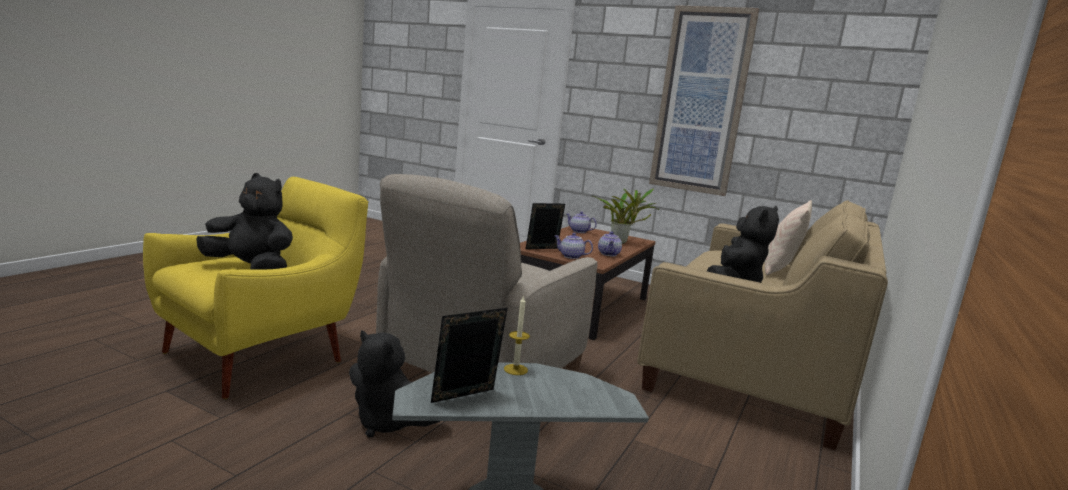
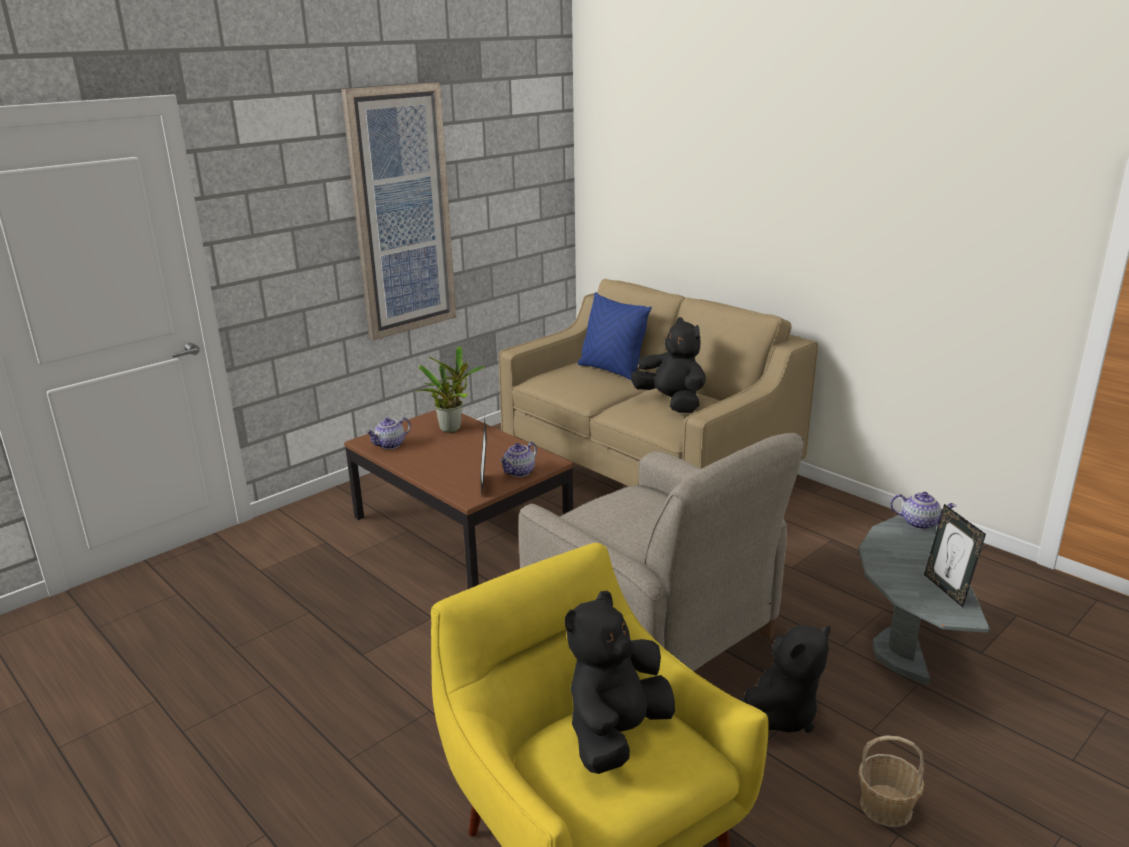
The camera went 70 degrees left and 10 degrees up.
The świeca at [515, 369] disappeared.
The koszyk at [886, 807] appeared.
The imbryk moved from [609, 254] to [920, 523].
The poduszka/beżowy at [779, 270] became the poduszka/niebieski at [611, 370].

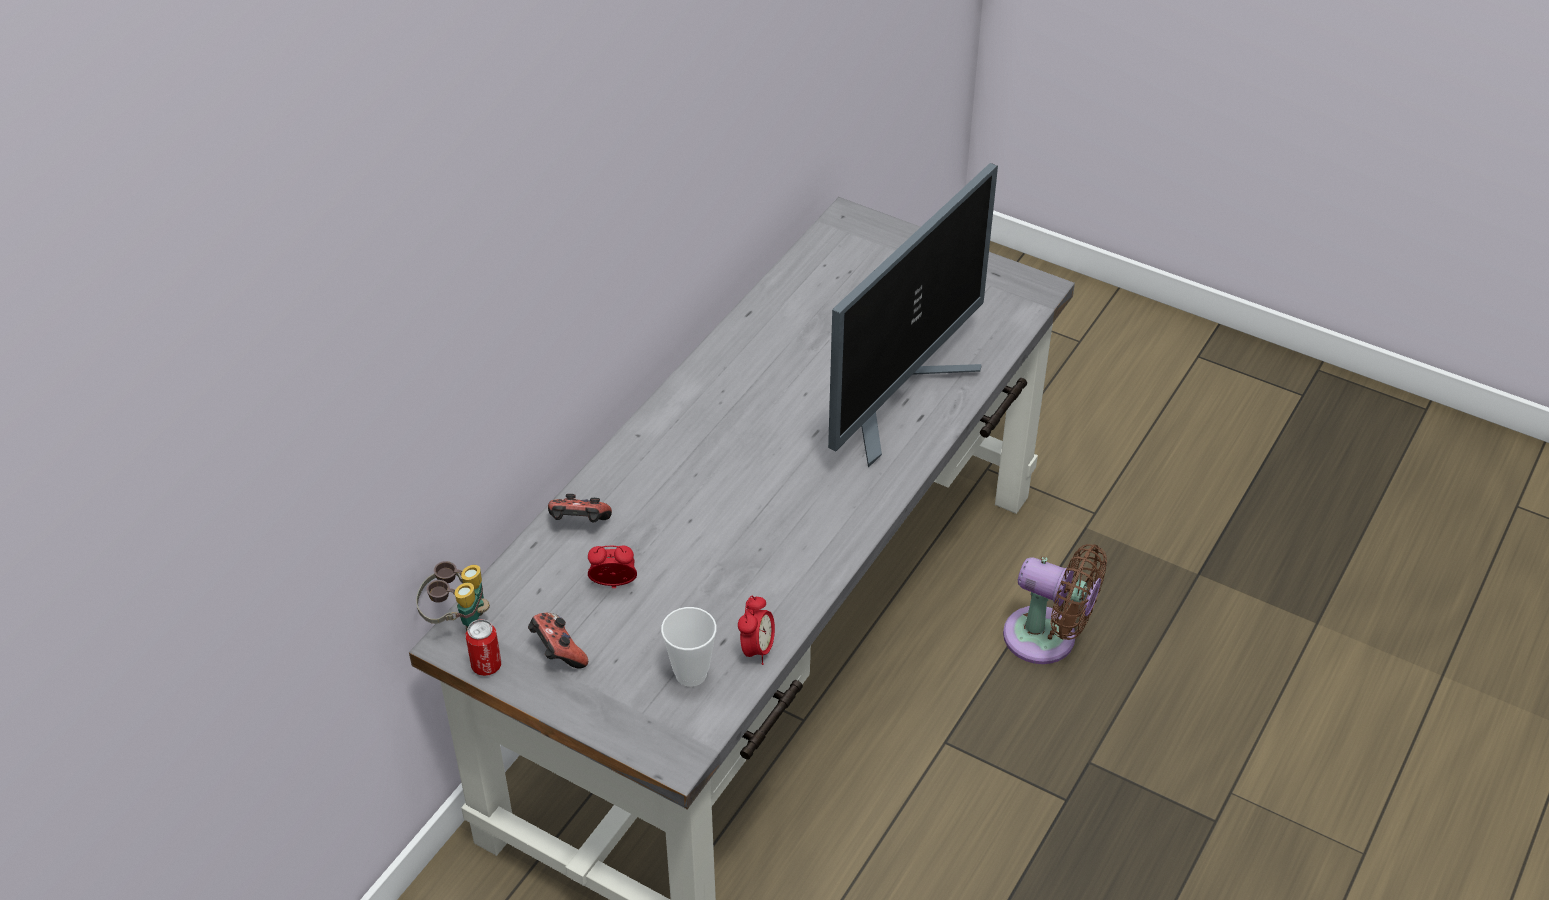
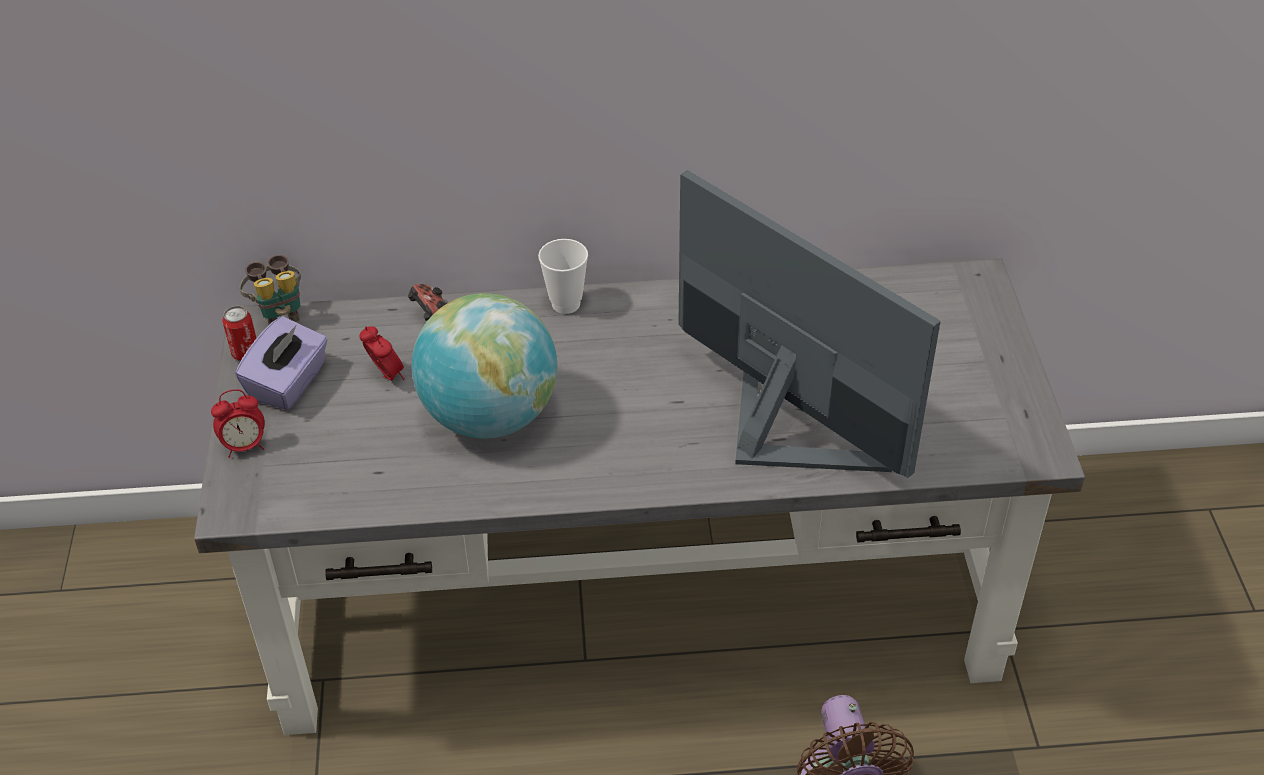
The camera went 55 degrees right and 0 degrees up.
The globus at [490, 416] appeared.
The filiżanka moved from [691, 674] to [566, 304].
The budzik moved from [757, 649] to [245, 446].
The pad do gier at [558, 652] was replaced by the pudełko chusteczek/fioletowy at [289, 383].
The monitor at [898, 396] turned 135 degrees counterclockwise.

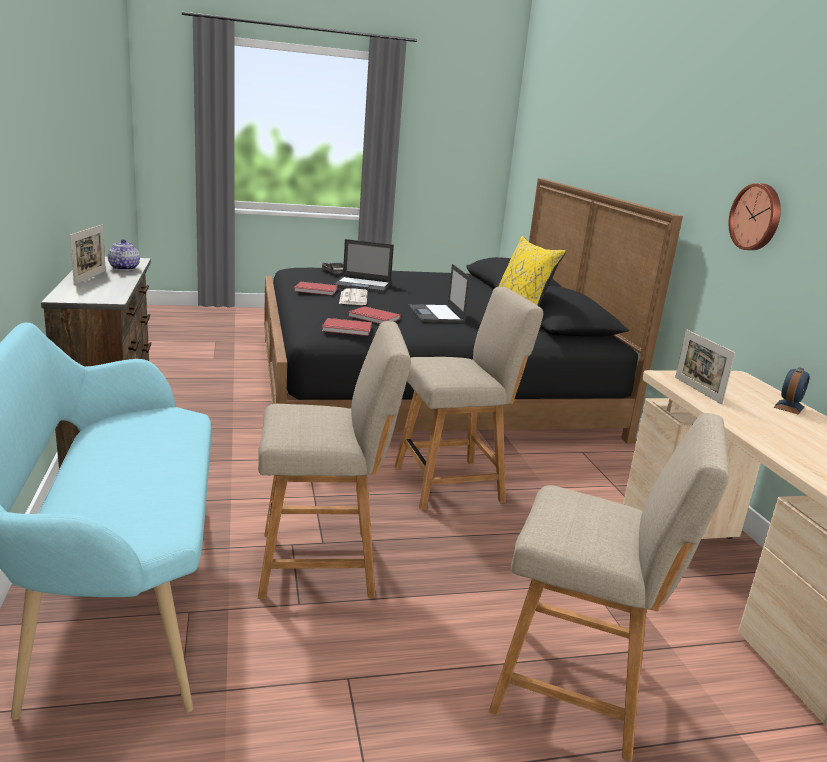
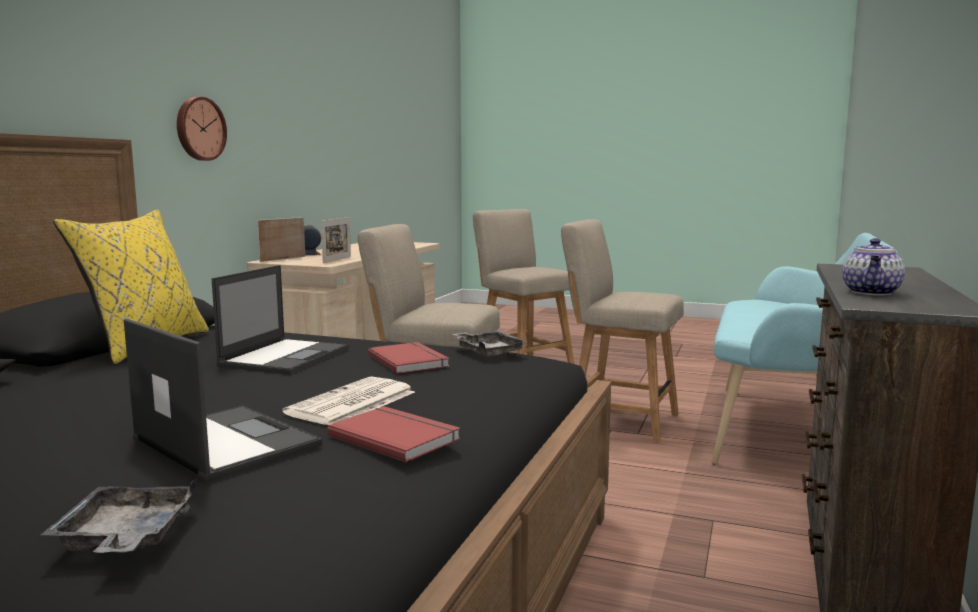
The camera went 145 degrees left and 10 degrees down.
The ramka na zdjęcie moved from [90, 277] to [283, 259].
The książka/czerwony at [347, 329] was replaced by the taca/szary at [488, 352].

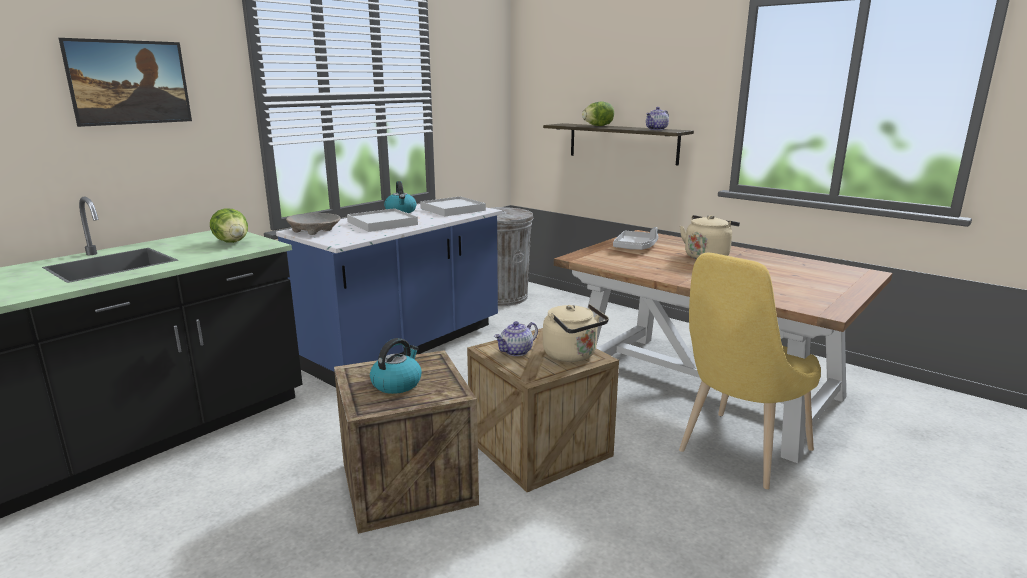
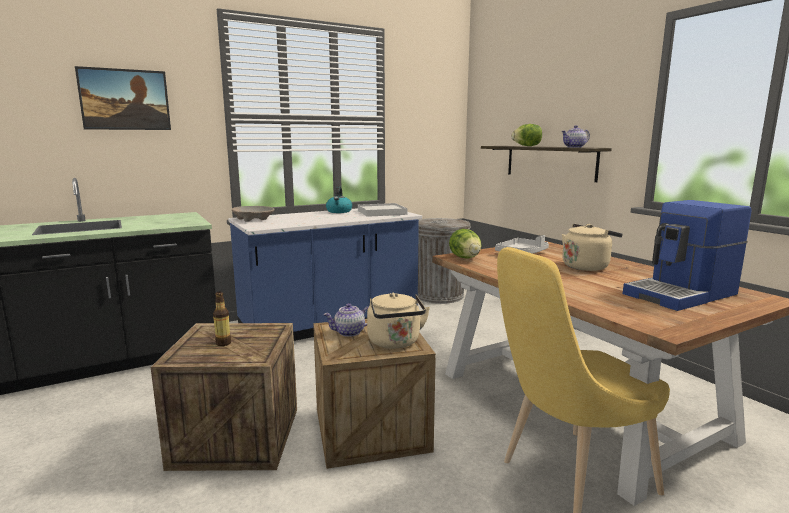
The camera went 20 degrees right and 5 degrees down.
The taca/biały at [382, 223] disappeared.
The ekspres do kawy at [682, 294] appeared.
The sałata moved from [232, 242] to [465, 258].
The czajnik at [397, 383] was replaced by the butelka at [223, 343].

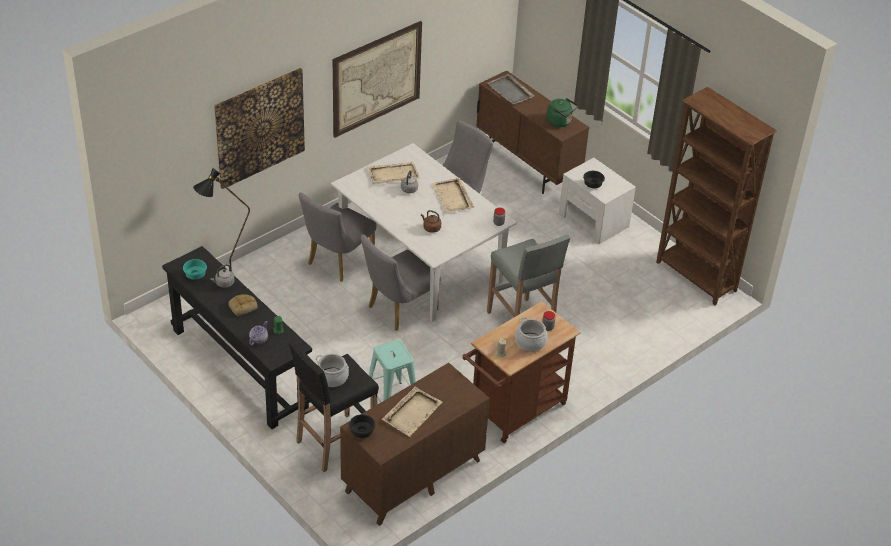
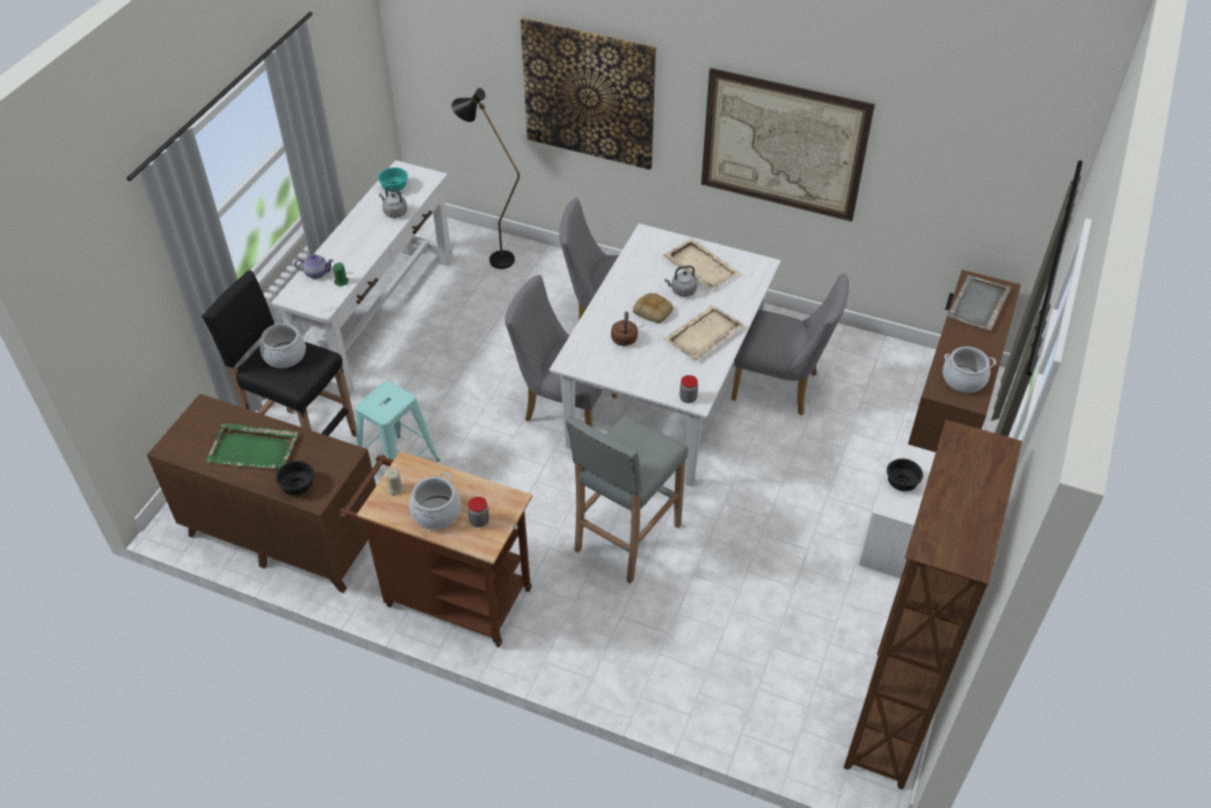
The camera went 65 degrees right and 5 degrees up.
The chleb moved from [243, 306] to [654, 311].
The miska/czarny moved from [362, 432] to [297, 487].
The czajnik/zielony at [560, 122] was replaced by the garnek at [963, 379].
The stolik konsolowy/czarny at [239, 368] became the stolik konsolowy/biały at [379, 318].
The taca/beżowy at [412, 412] became the taca/zielony at [254, 449].

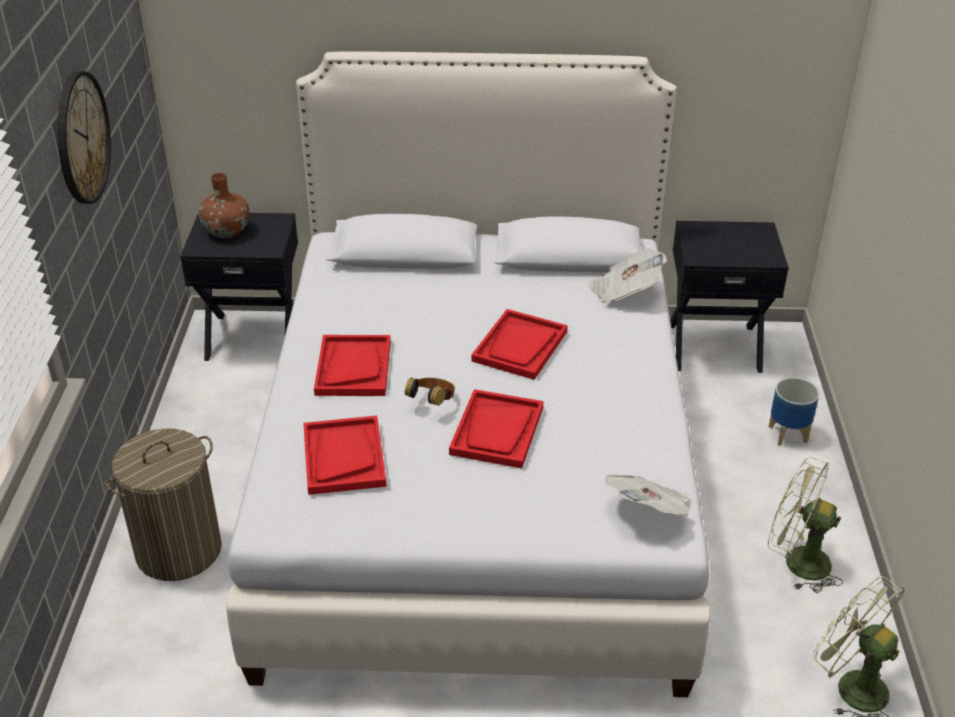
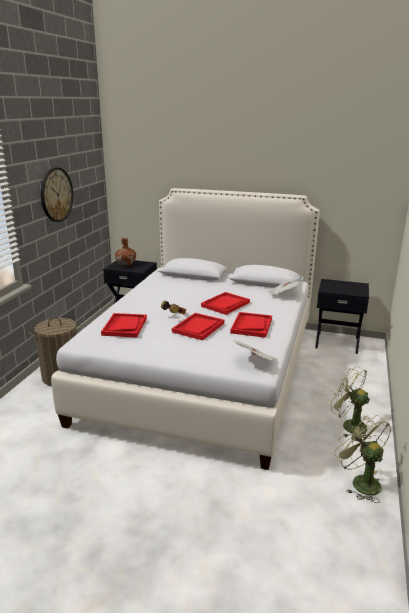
The camera went 15 degrees right and 15 degrees down.
The donica at [788, 434] disappeared.
The taca/czerwony moved from [353, 367] to [251, 326].

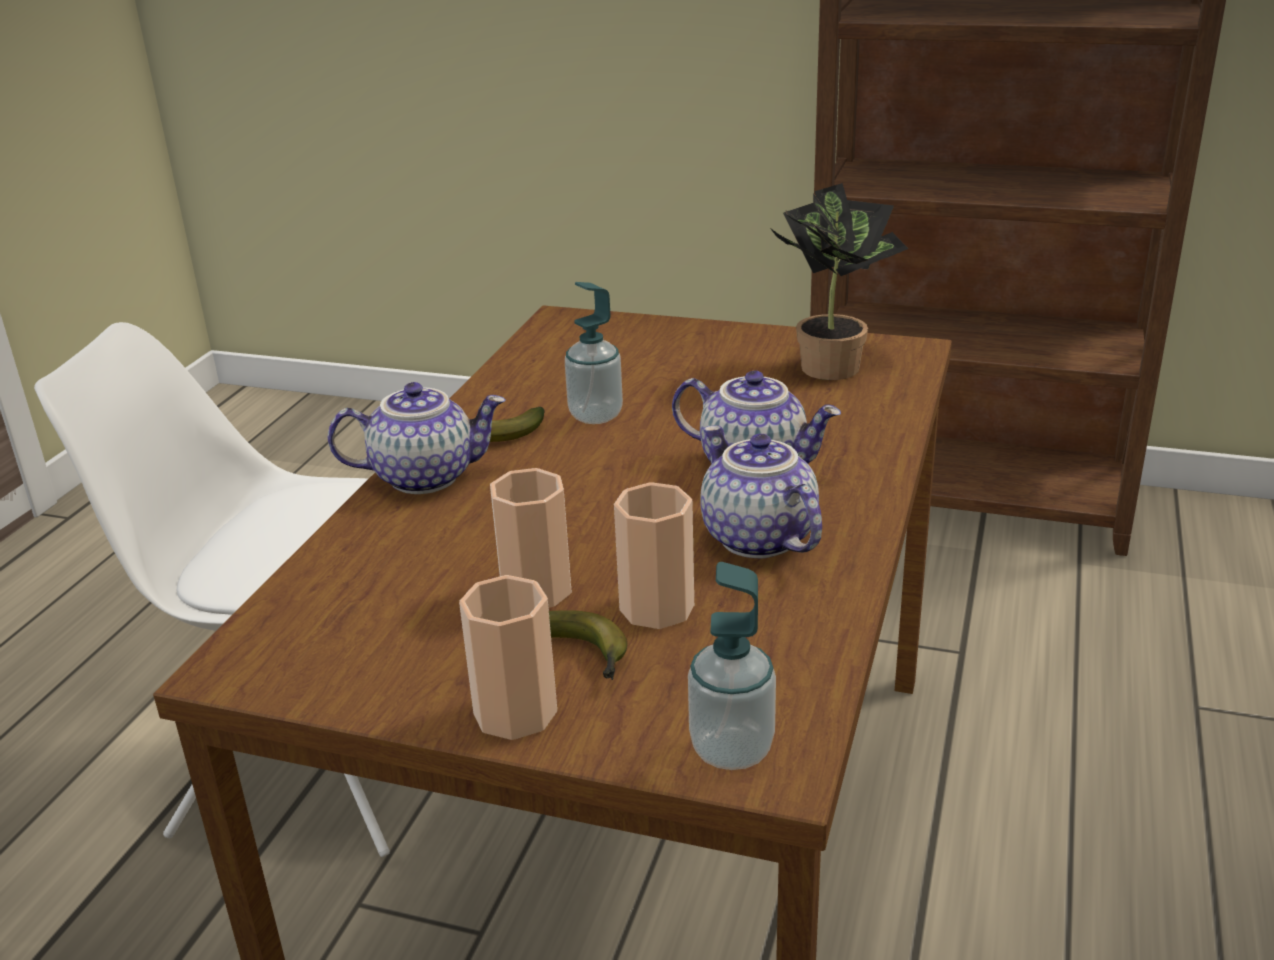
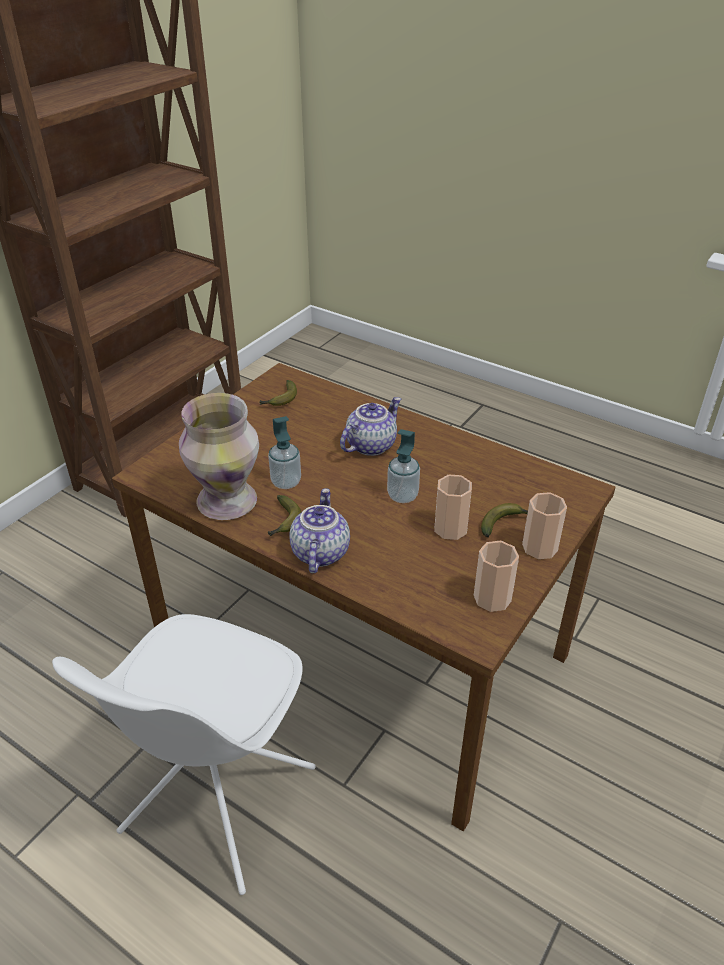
The camera went 75 degrees left and 10 degrees up.
The imbryk at [755, 538] disappeared.
The wazon at [228, 502] appeared.
The filiżanka moved from [656, 608] to [492, 598].
The dozownik mydła moved from [731, 749] to [402, 496].
The roślina doniczkowa at [830, 364] was replaced by the banan at [280, 400].

